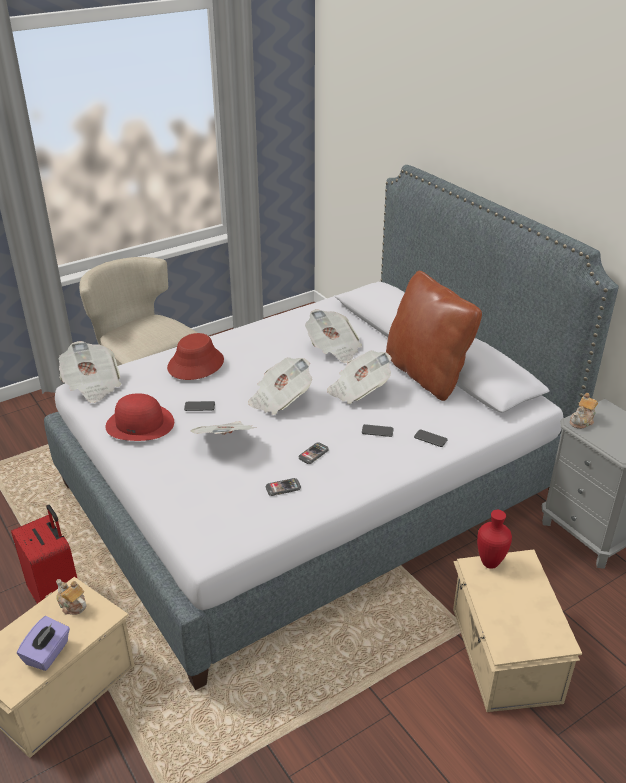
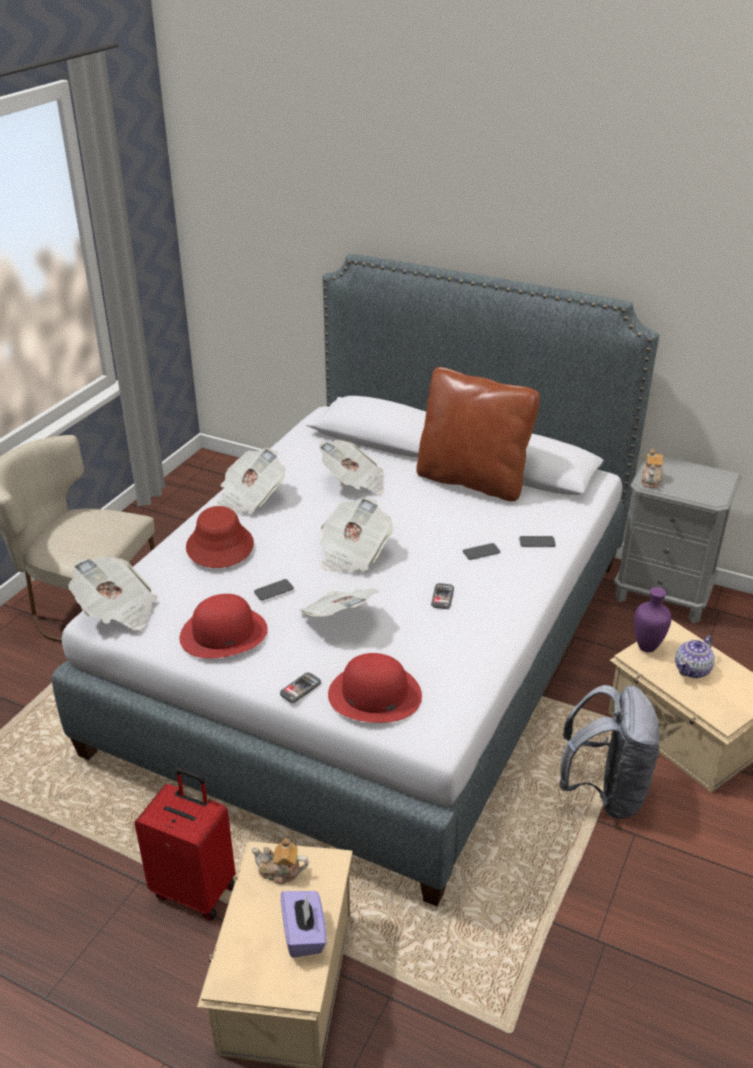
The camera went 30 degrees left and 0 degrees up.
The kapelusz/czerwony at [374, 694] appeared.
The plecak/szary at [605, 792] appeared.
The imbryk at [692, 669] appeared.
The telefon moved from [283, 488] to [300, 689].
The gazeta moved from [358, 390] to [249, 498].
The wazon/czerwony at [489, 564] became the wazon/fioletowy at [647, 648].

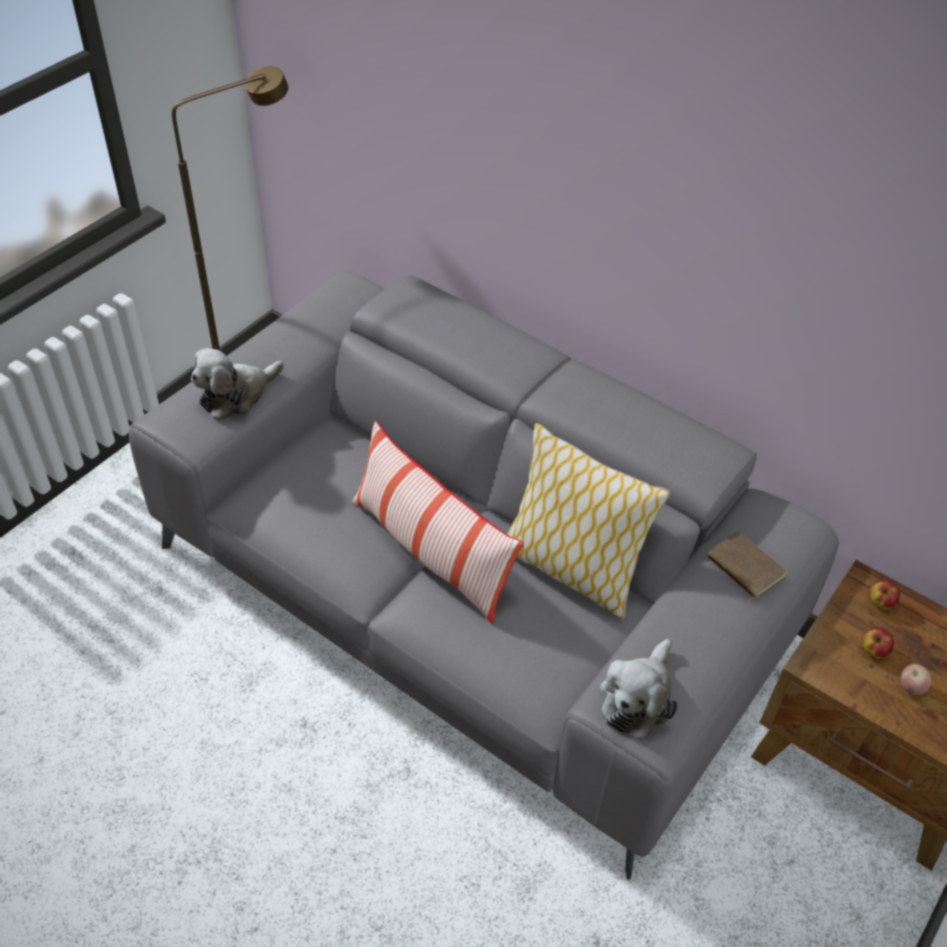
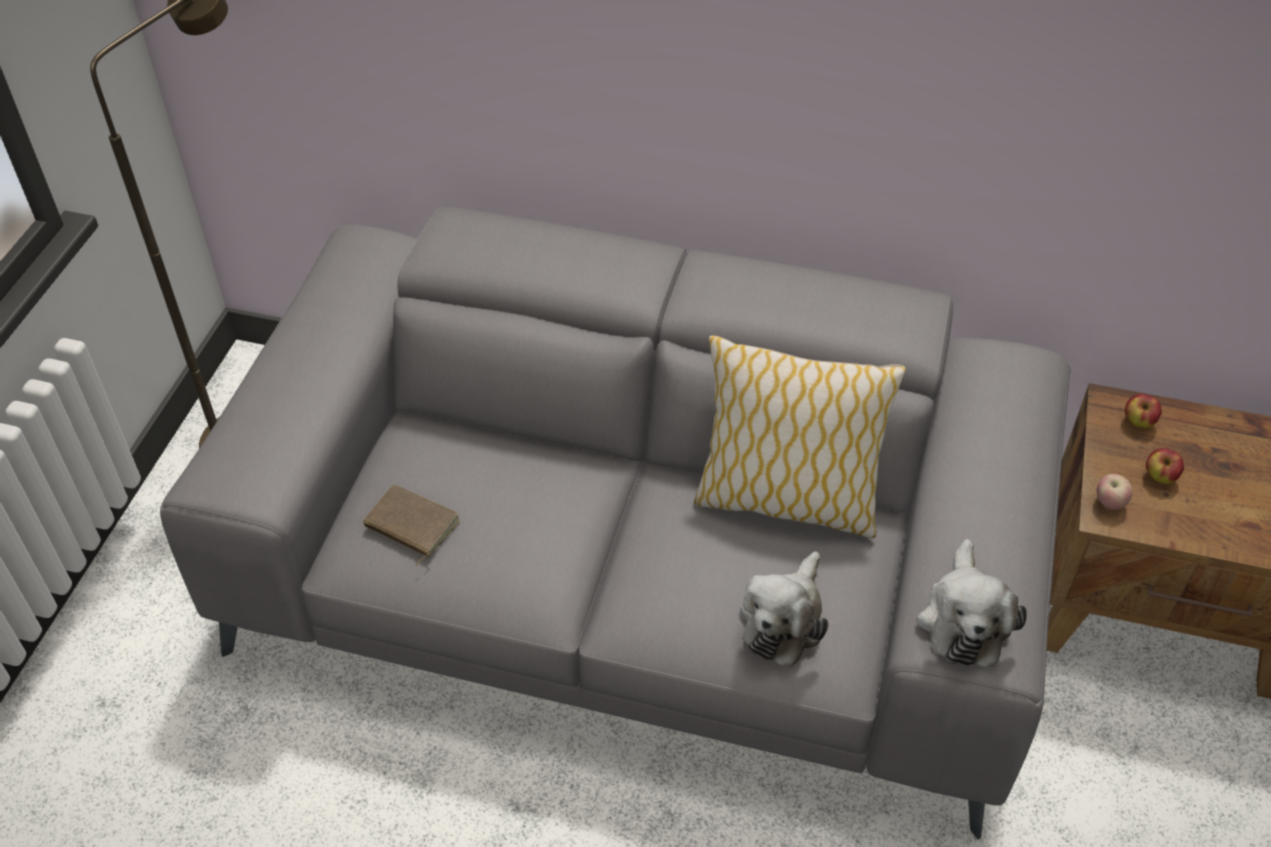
The camera went 20 degrees left and 0 degrees up.
The poduszka at [431, 552] disappeared.
The pluszak moved from [236, 395] to [784, 620].
The książka/brązowy moved from [743, 569] to [410, 526].
The jabłko moved from [910, 688] to [1109, 503].

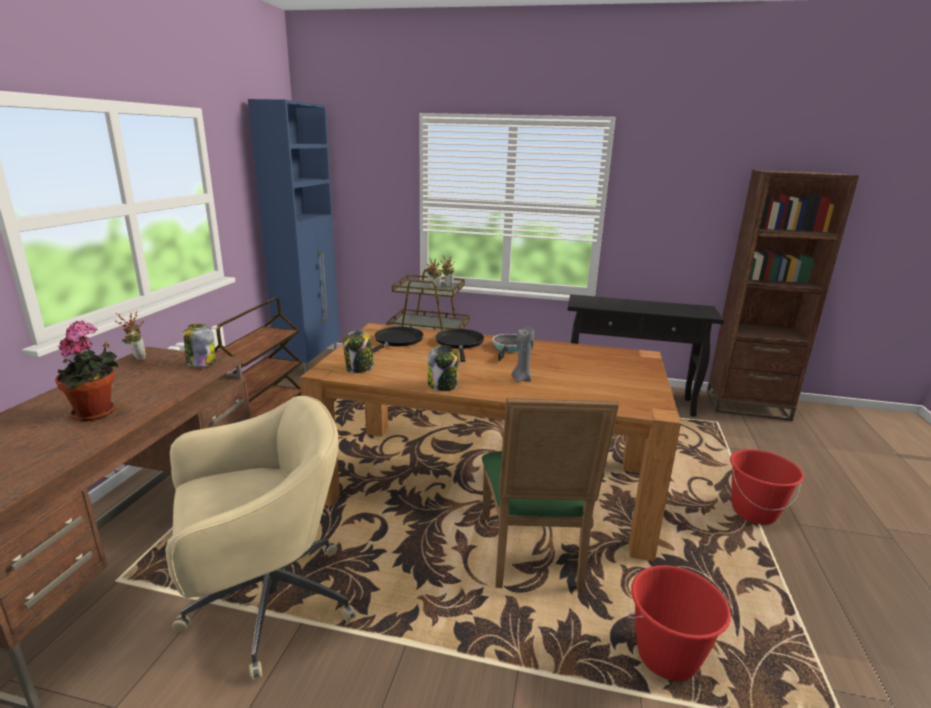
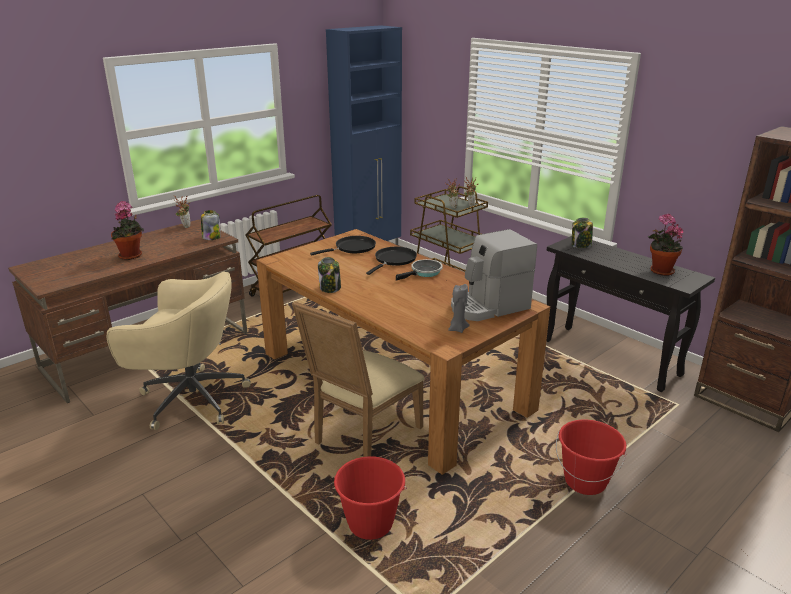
The camera went 35 degrees right and 5 degrees up.
The ekspres do kawy at [488, 307] appeared.
The roślina doniczkowa at [659, 271] appeared.
The słoik moved from [359, 368] to [581, 245].
The świeca/szary moved from [521, 379] to [458, 329].
The krzesło/zielony at [534, 557] became the krzesło/beżowy at [362, 437].

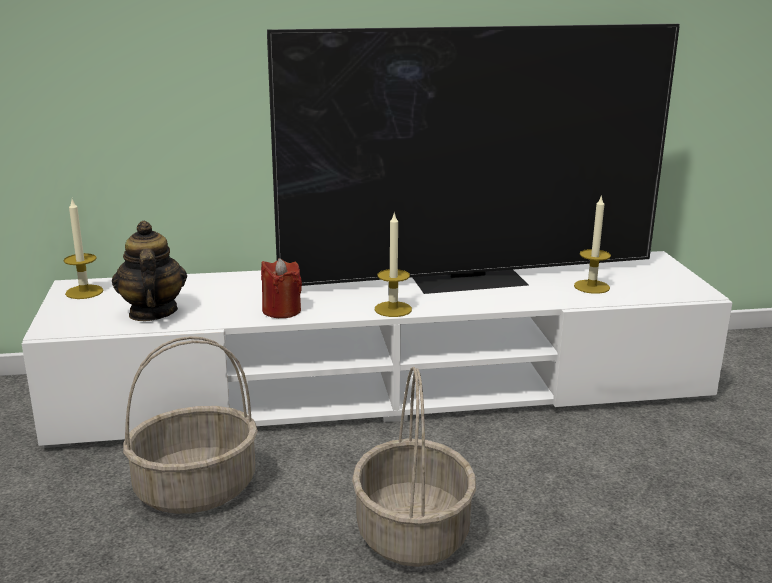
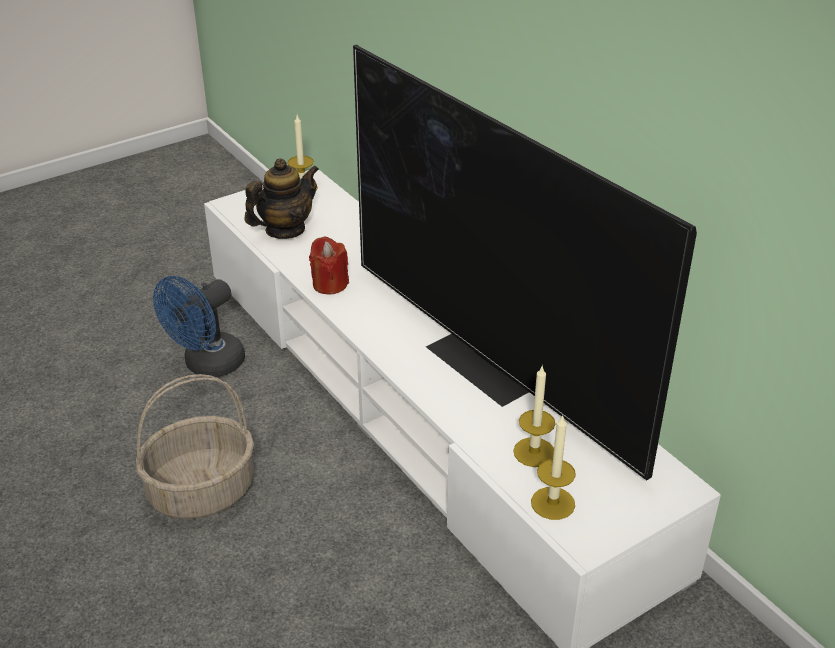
The camera went 65 degrees right and 15 degrees up.
The świeca moved from [393, 309] to [553, 503].
The koszyk at [197, 488] was replaced by the wentylator/niebieski at [207, 365].

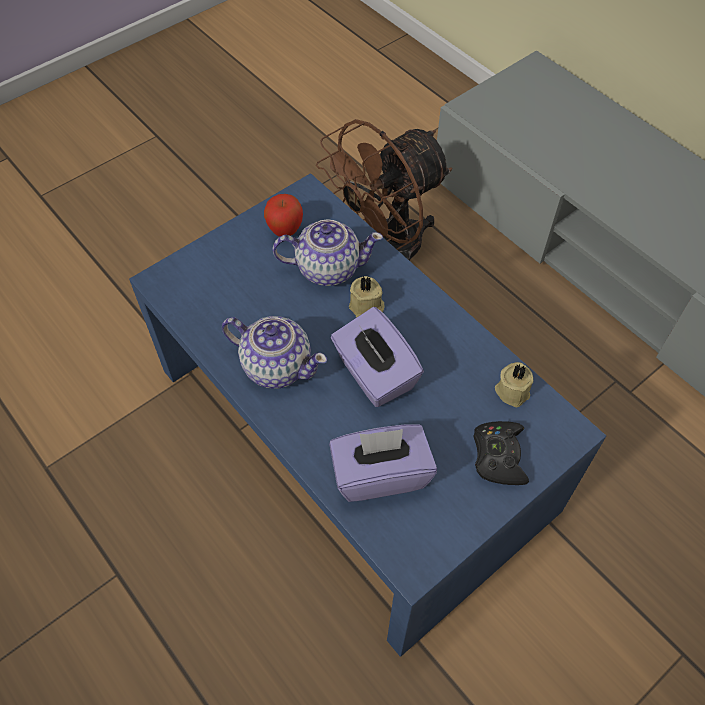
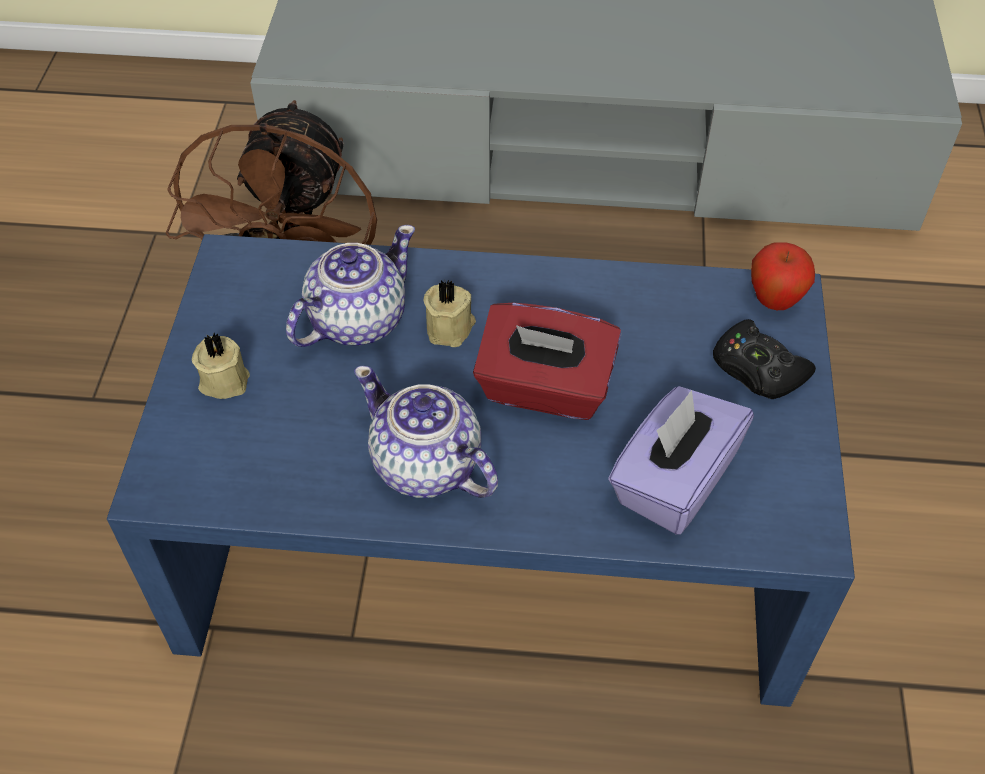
The camera went 45 degrees left and 5 degrees down.
The jabłko moved from [285, 231] to [774, 301].
The świeca/beżowy moved from [512, 390] to [223, 379].
The pudełko chusteczek/fioletowy at [374, 374] became the pudełko chusteczek/czerwony at [544, 389].
The imbryk at [276, 365] turned 120 degrees counterclockwise.

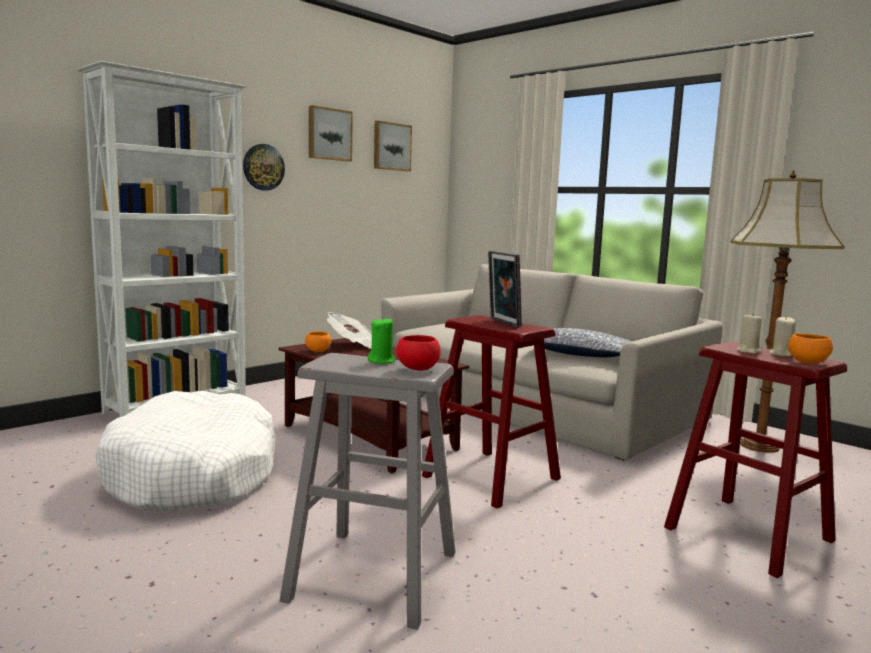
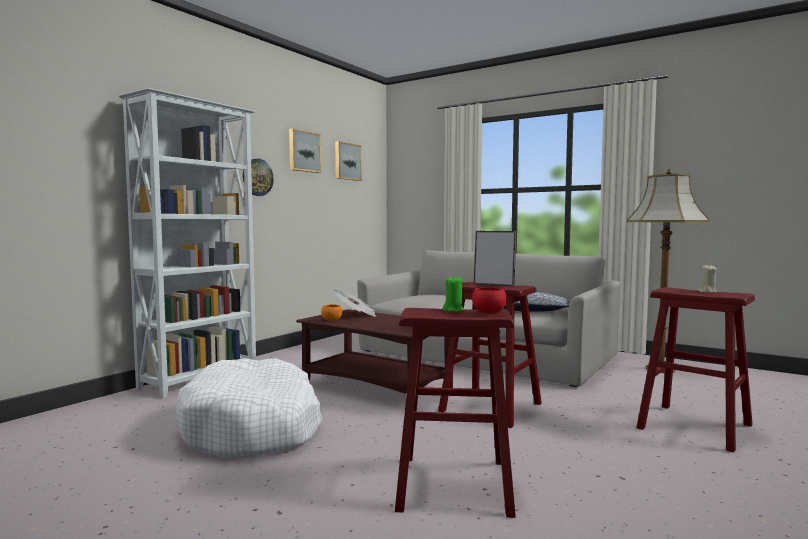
The camera went 10 degrees left and 5 degrees down.
The świeca/beżowy at [748, 351] disappeared.
The miska/pomarańczowy at [808, 363] disappeared.
The stołek/szary at [373, 575] became the stołek/czerwony at [453, 484].
The ramka na zdjęcie at [502, 323] turned 150 degrees clockwise.

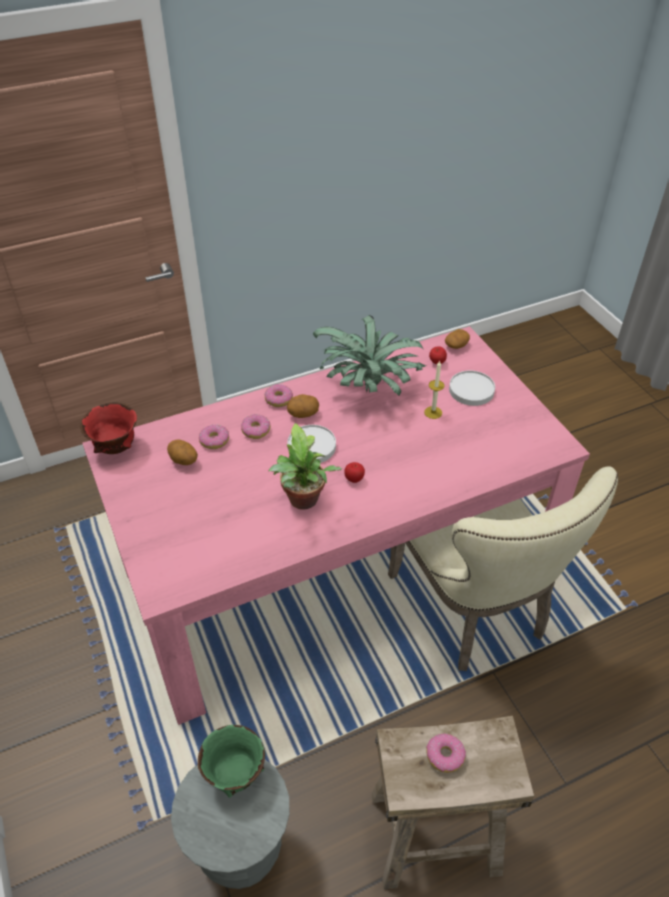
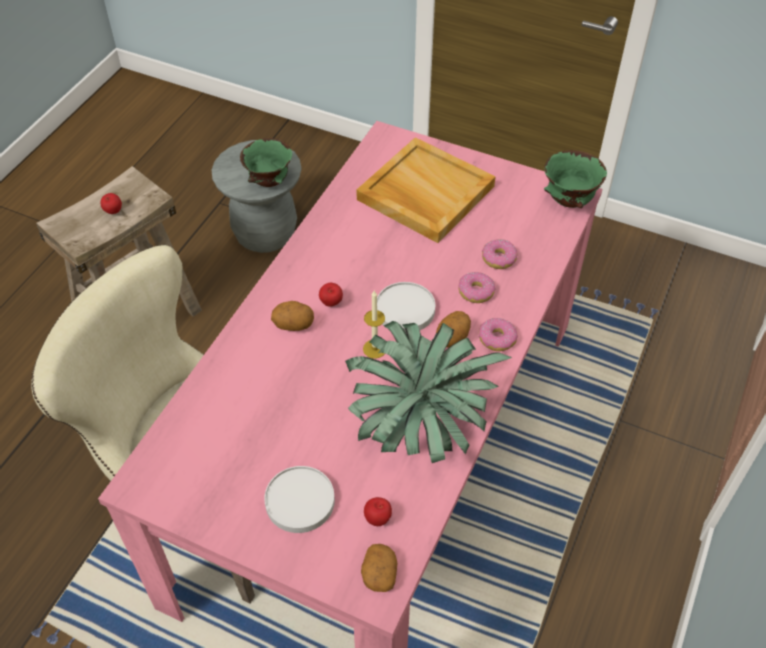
The camera went 140 degrees right and 5 degrees up.
The roślina doniczkowa at [304, 502] disappeared.
The taca/beżowy at [424, 193] appeared.
The ziemniak moved from [183, 461] to [294, 325].
The świeca moved from [433, 412] to [374, 349].
The donut at [445, 756] was replaced by the jabłko at [113, 212].
The miska/czerwony at [116, 448] became the miska/zielony at [568, 200].

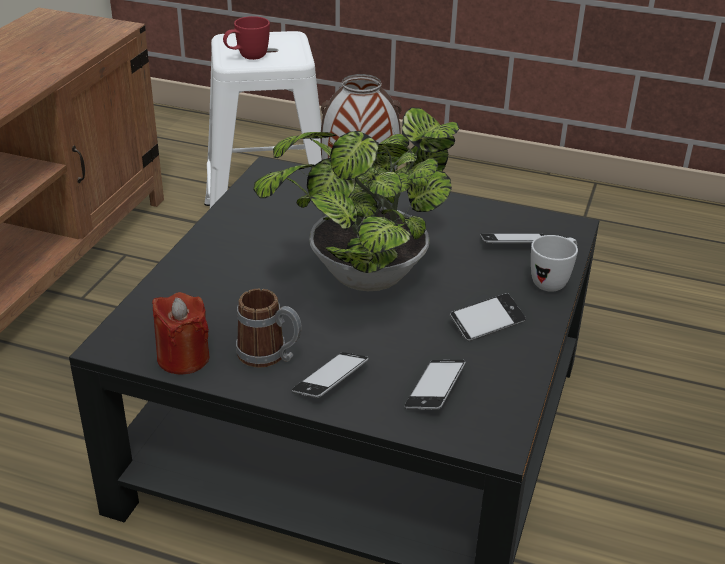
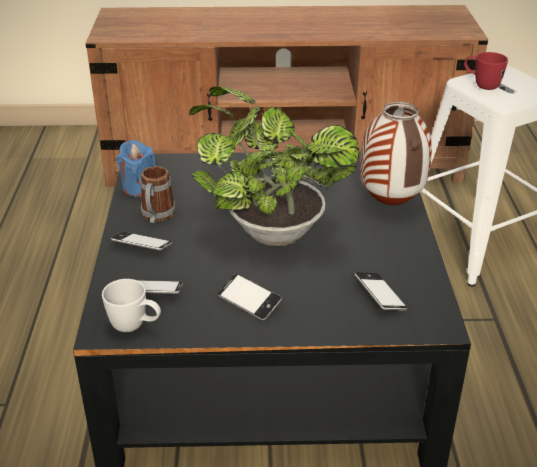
The camera went 70 degrees right and 0 degrees up.
The kubek/biały moved from [553, 281] to [135, 327].
The świeca/czerwony at [183, 358] became the świeca/niebieski at [139, 188].

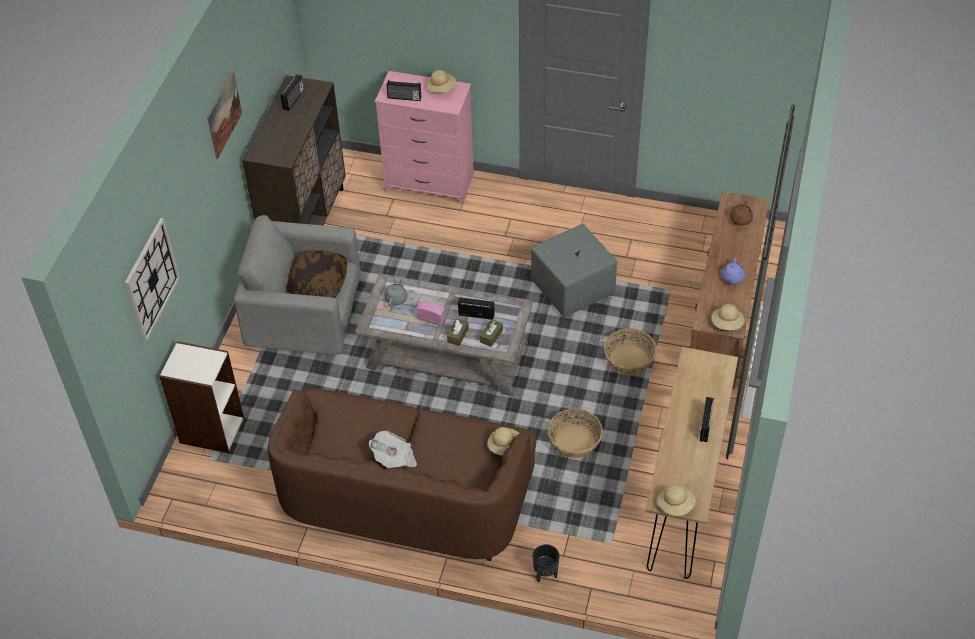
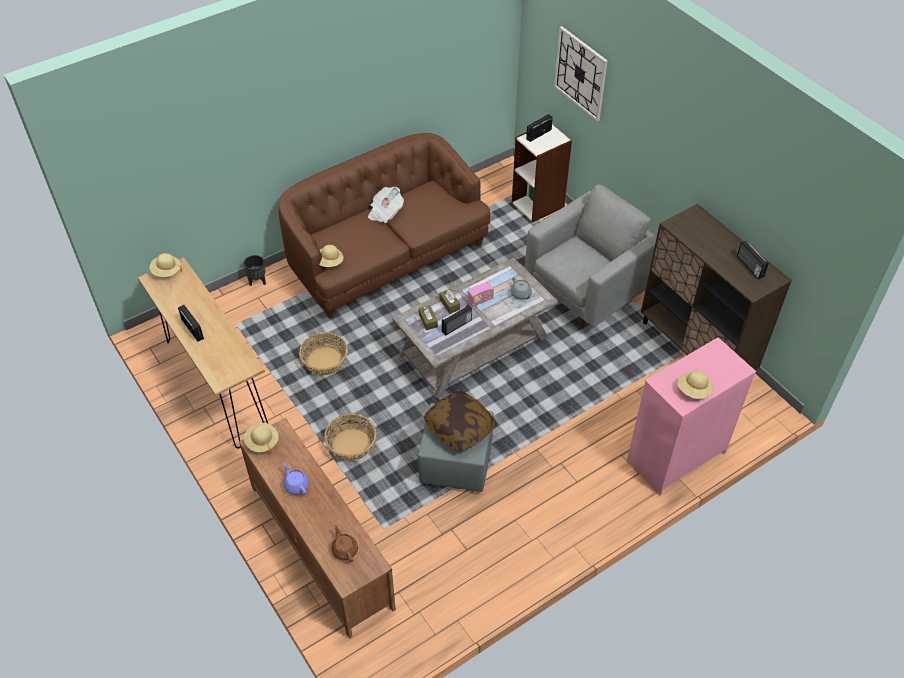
The camera went 130 degrees right and 0 degrees up.
The obraz at [224, 115] disappeared.
The poduszka moved from [318, 282] to [459, 427].
The radio moved from [404, 98] to [538, 134].

